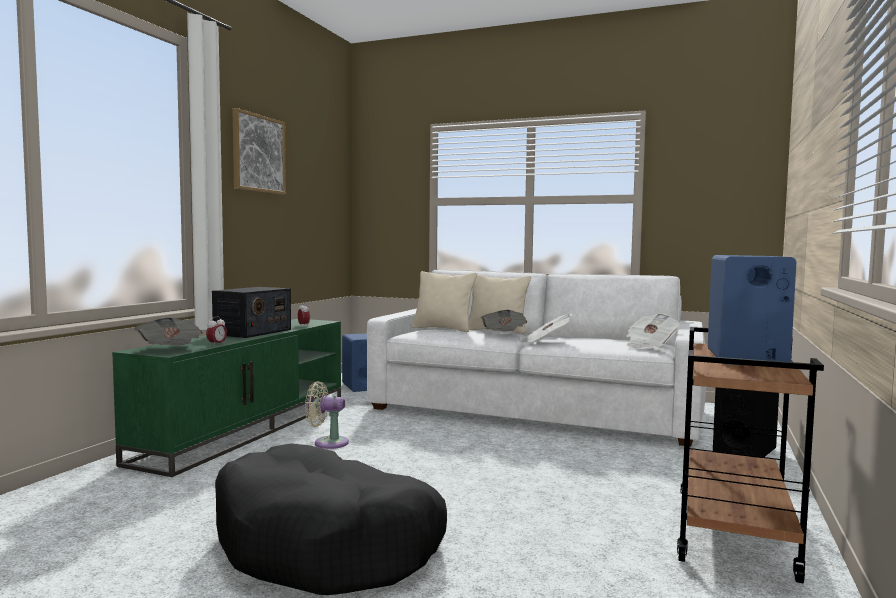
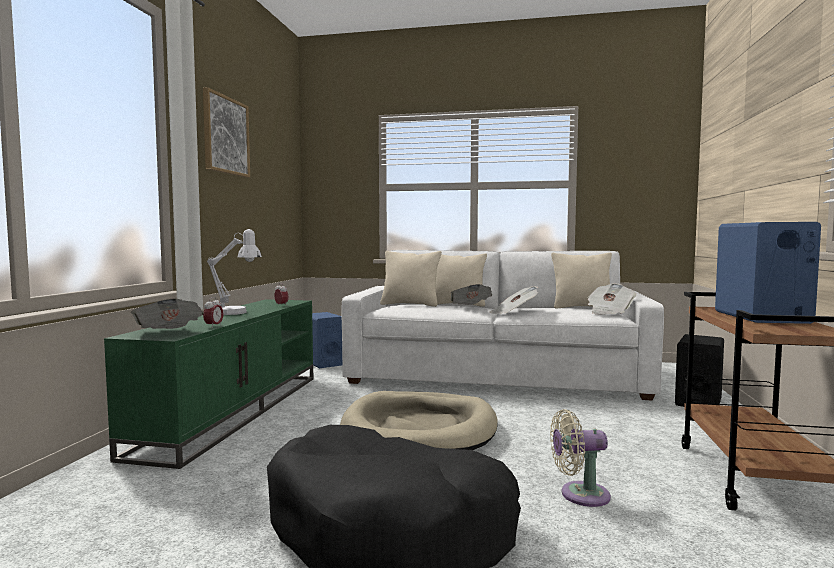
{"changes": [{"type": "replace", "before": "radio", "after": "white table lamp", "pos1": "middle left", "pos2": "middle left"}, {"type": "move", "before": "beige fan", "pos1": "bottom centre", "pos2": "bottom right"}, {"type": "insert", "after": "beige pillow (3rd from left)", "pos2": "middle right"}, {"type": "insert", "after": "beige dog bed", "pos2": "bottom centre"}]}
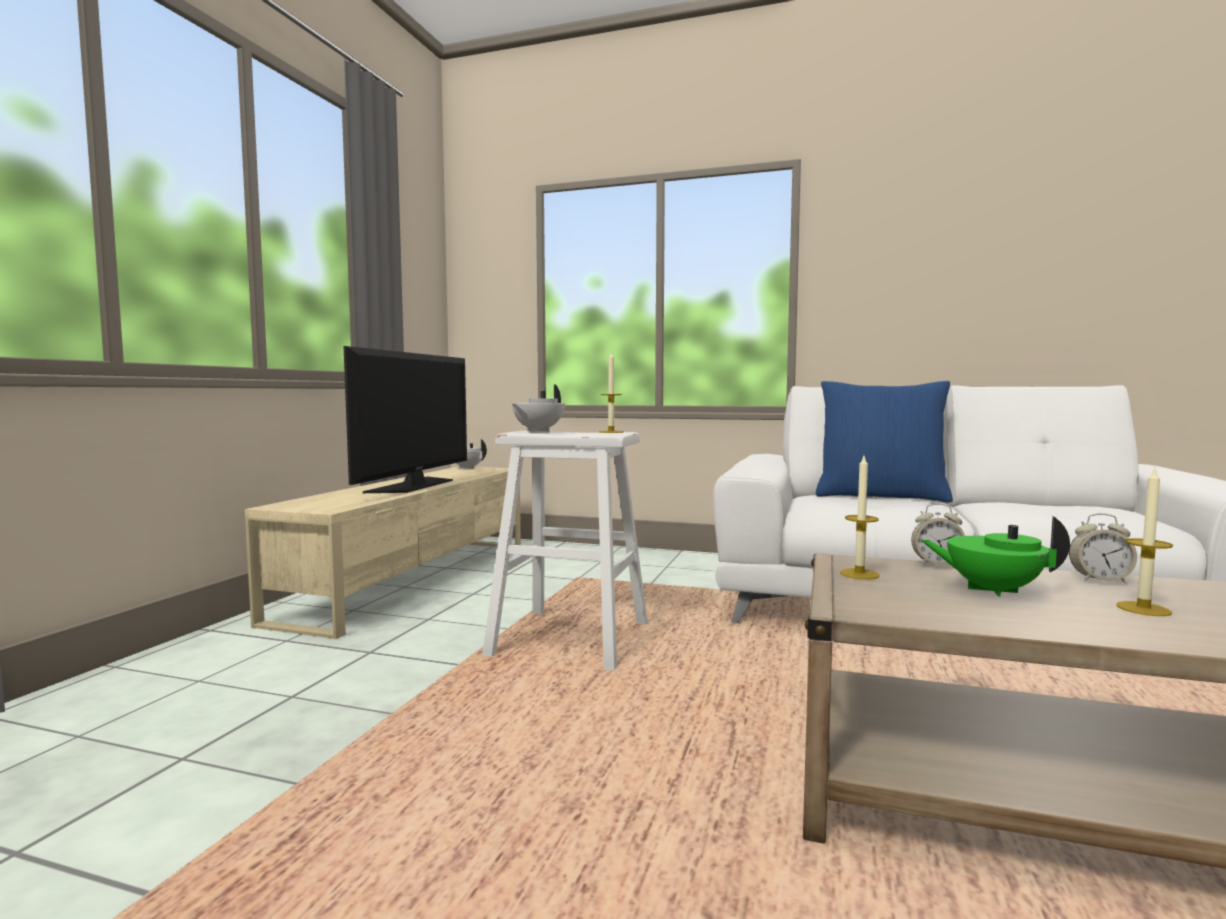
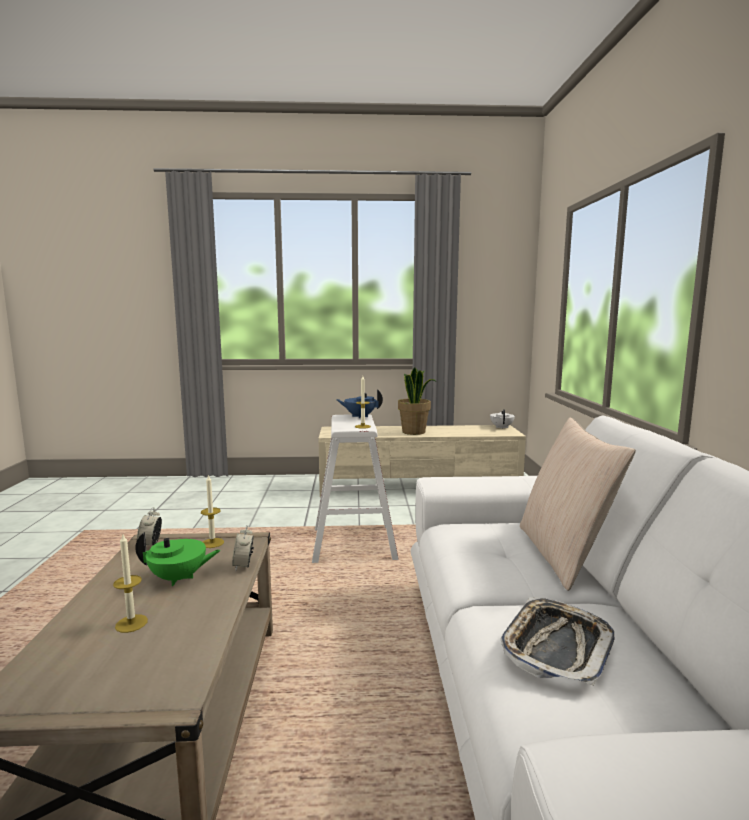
{"changes": [{"type": "replace", "before": "television", "after": "potted plant", "pos1": "middle left", "pos2": "centre"}, {"type": "recolor", "before": "blue pillow", "after": "beige pillow", "pos1": "middle right", "pos2": "middle right"}, {"type": "recolor", "before": "white teapot (2nd from left)", "after": "blue teapot", "pos1": "centre", "pos2": "centre"}, {"type": "move", "before": "alarm clock (2nd from left in the first image)", "after": "alarm clock (1st from left)", "pos1": "middle right", "pos2": "middle left"}, {"type": "rotate", "before": "green teapot", "pos1": "middle right", "pos2": "bottom left", "turn": 90}, {"type": "insert", "after": "tray", "pos2": "bottom right"}]}
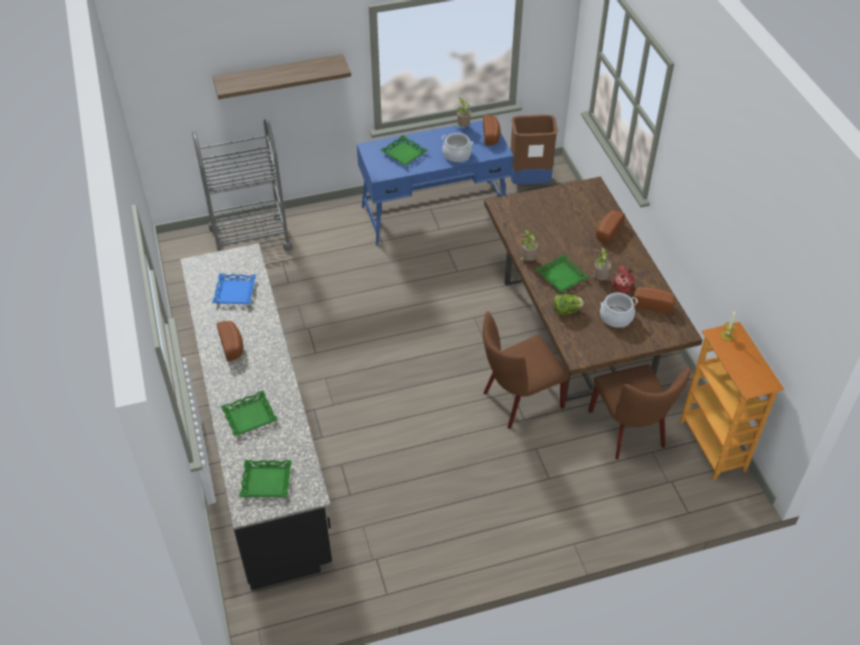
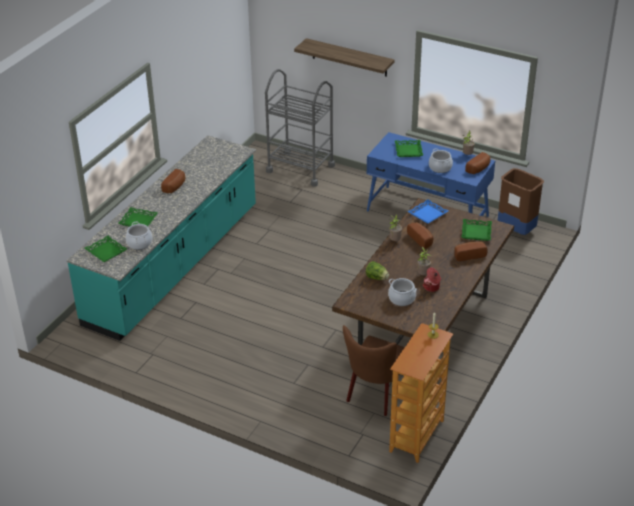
{"changes": [{"type": "recolor", "before": "black counter", "after": "turquoise counter", "pos1": "middle left", "pos2": "middle left"}, {"type": "move", "before": "green tray (4th from left)", "pos1": "centre", "pos2": "middle right"}, {"type": "move", "before": "blue tray", "pos1": "middle left", "pos2": "middle right"}, {"type": "move", "before": "bread (4th from left in the first image)", "after": "bread (2nd from left)", "pos1": "middle right", "pos2": "centre"}, {"type": "delete", "before": "brown chair (1st from left)", "pos1": "centre"}, {"type": "insert", "after": "cooking pot (1st from left)", "pos2": "middle left"}]}
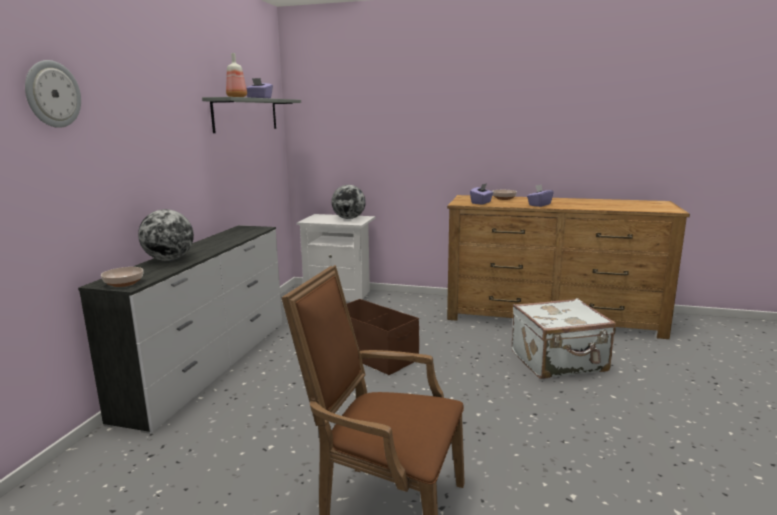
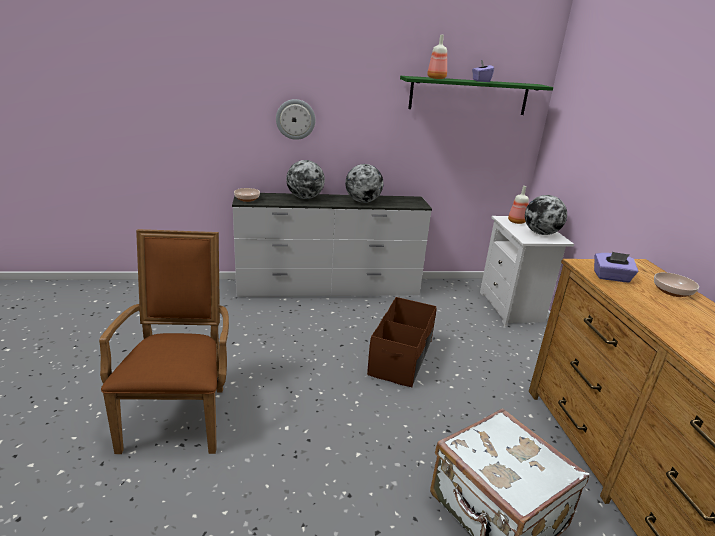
{"changes": [{"type": "move", "before": "wall clock", "pos1": "top left", "pos2": "top centre"}, {"type": "recolor", "before": "grey shelf", "after": "green shelf", "pos1": "top left", "pos2": "top centre"}, {"type": "delete", "before": "purple tissue box (3rd from left)", "pos1": "middle right"}, {"type": "insert", "after": "globe (2nd from left)", "pos2": "centre"}, {"type": "insert", "after": "bottle (2nd from left)", "pos2": "middle right"}]}
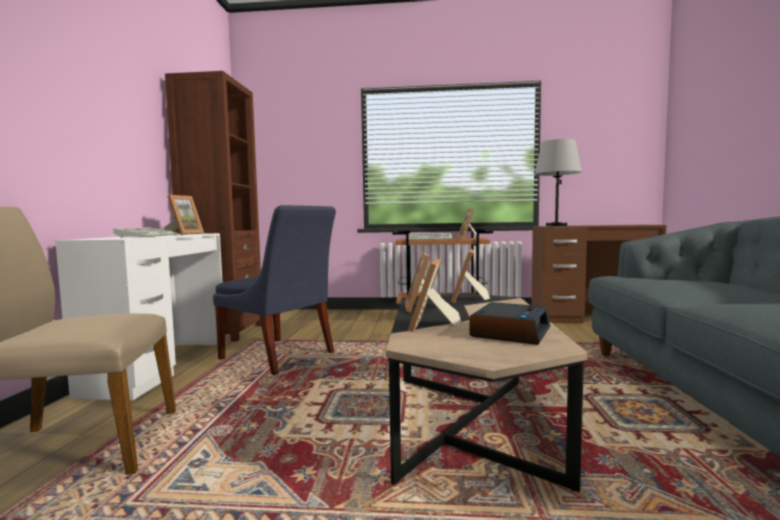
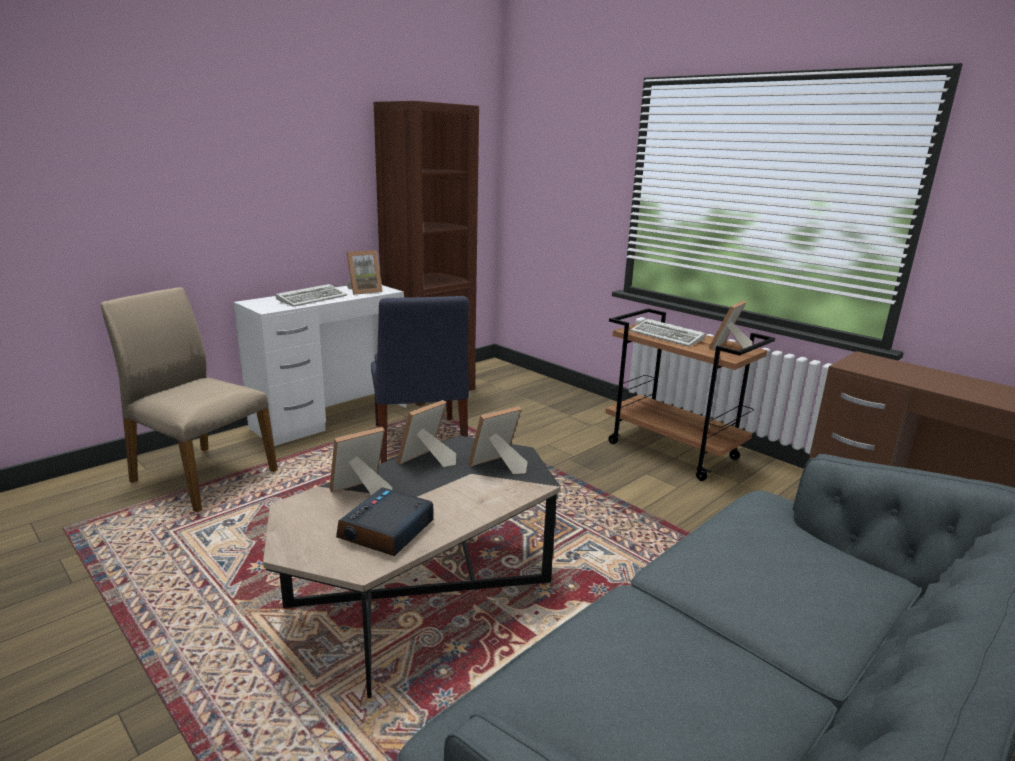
{"changes": [{"type": "delete", "before": "grey table lamp", "pos1": "middle right"}, {"type": "rotate", "before": "alarm clock", "pos1": "centre", "pos2": "bottom centre", "turn": 135}]}
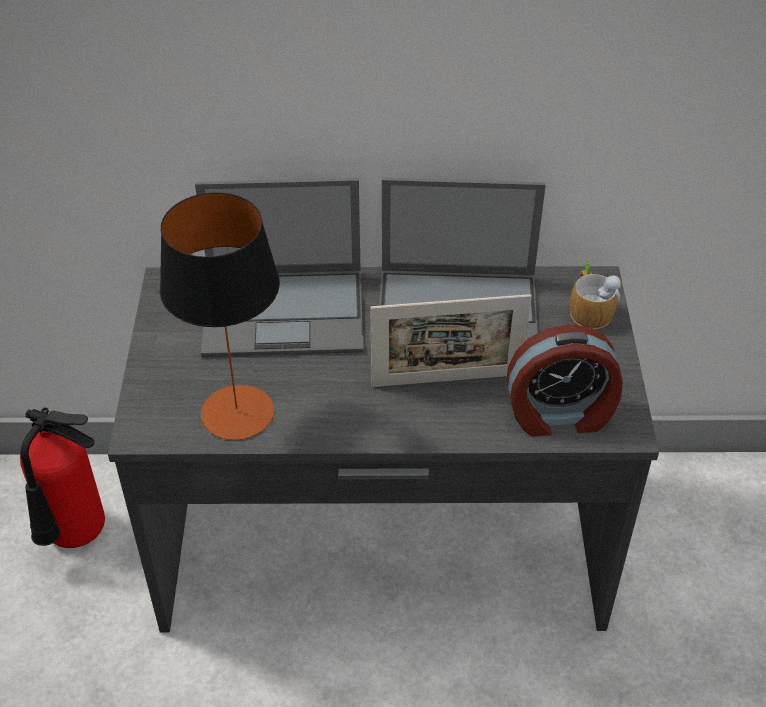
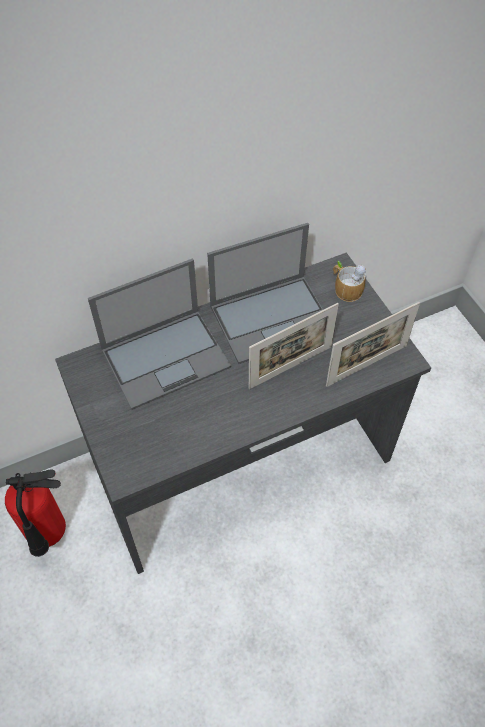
{"changes": [{"type": "delete", "before": "table lamp", "pos1": "middle left"}, {"type": "replace", "before": "alarm clock", "after": "picture frame (2nd from left)", "pos1": "middle right", "pos2": "middle right"}]}
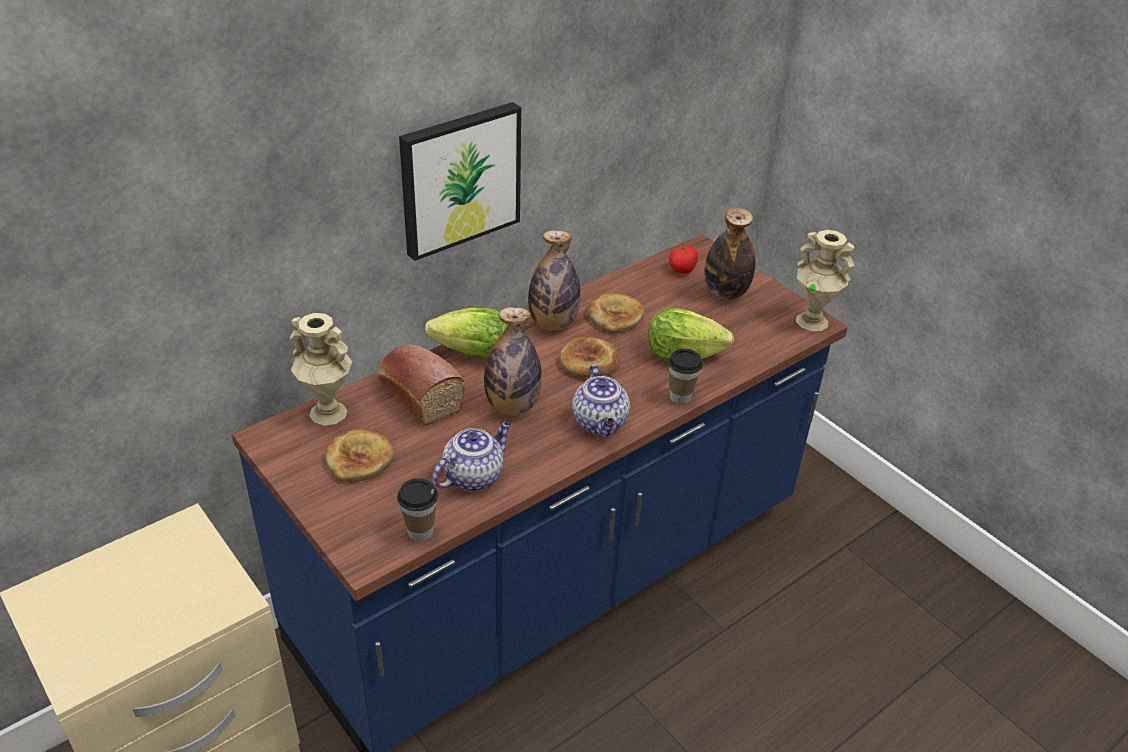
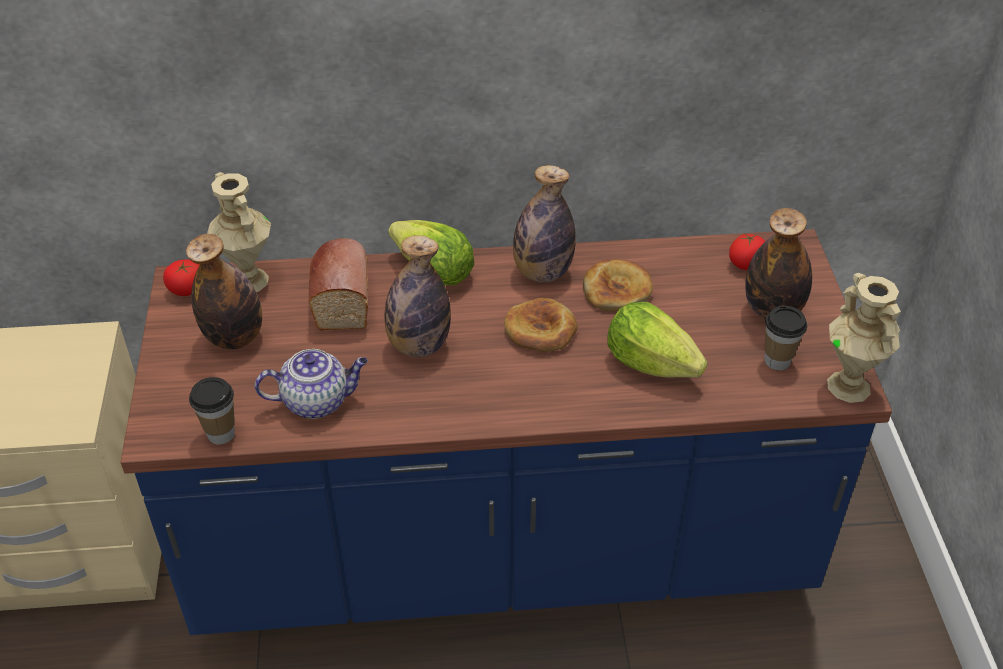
{"changes": [{"type": "delete", "before": "picture", "pos1": "top centre"}, {"type": "move", "before": "cup (2nd from left)", "pos1": "centre", "pos2": "middle right"}, {"type": "delete", "before": "teapot (2nd from left)", "pos1": "centre"}, {"type": "replace", "before": "bread (1st from left)", "after": "bottle (1st from left)", "pos1": "middle left", "pos2": "middle left"}, {"type": "insert", "after": "tomato (1st from left)", "pos2": "middle left"}]}
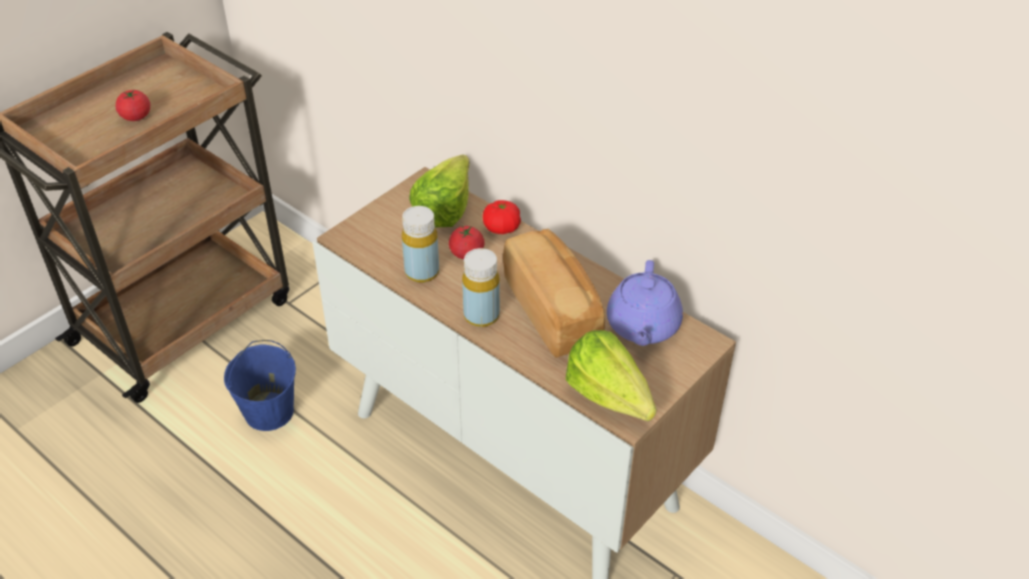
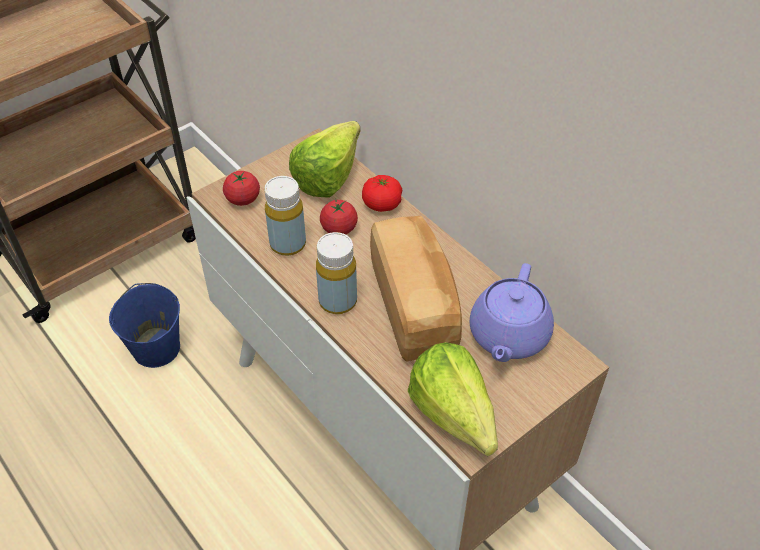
{"changes": [{"type": "move", "before": "tomato (1st from left)", "pos1": "top left", "pos2": "middle left"}]}
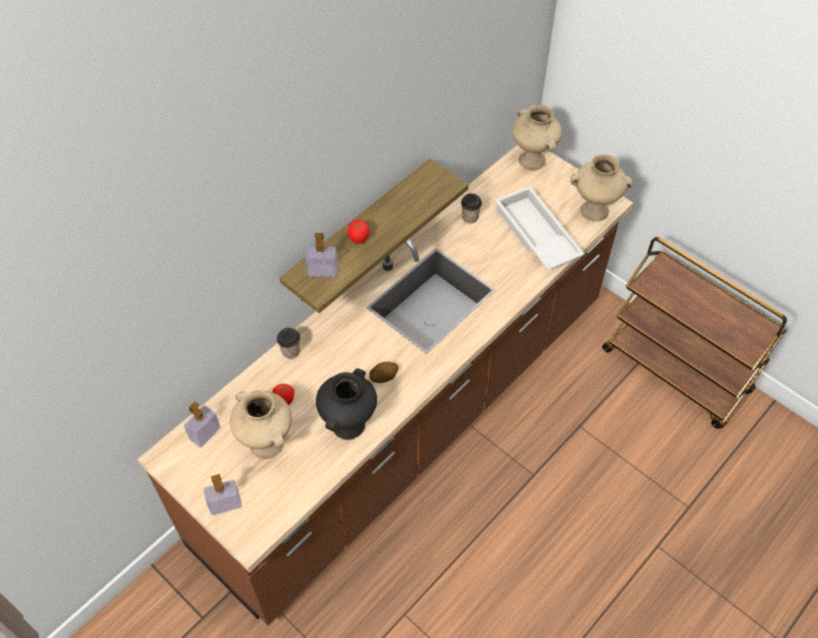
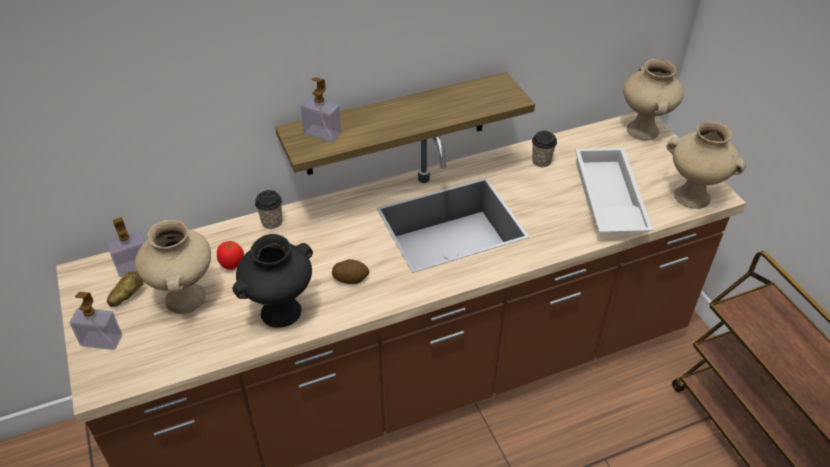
{"changes": [{"type": "delete", "before": "tomato (2nd from left)", "pos1": "centre"}, {"type": "insert", "after": "potato (1st from left)", "pos2": "middle left"}]}
